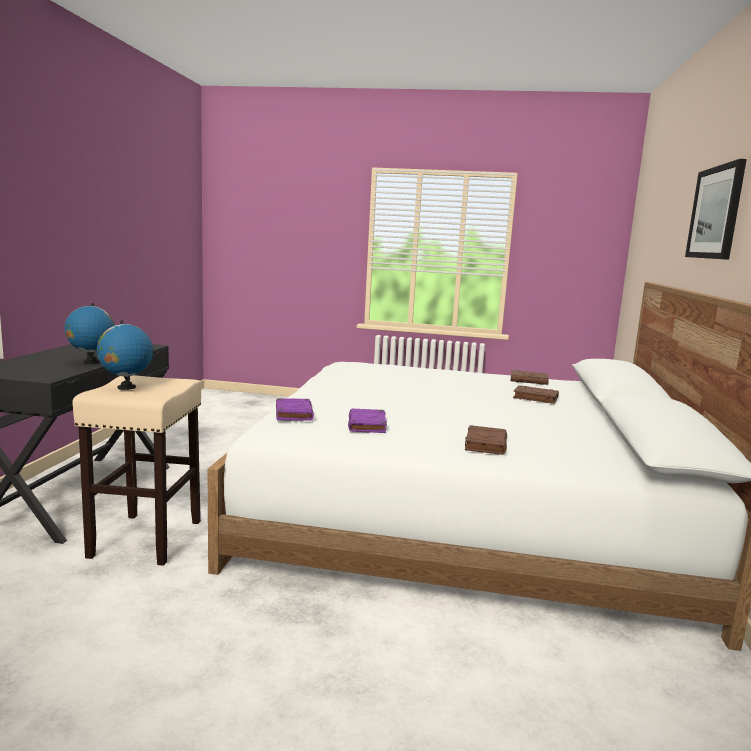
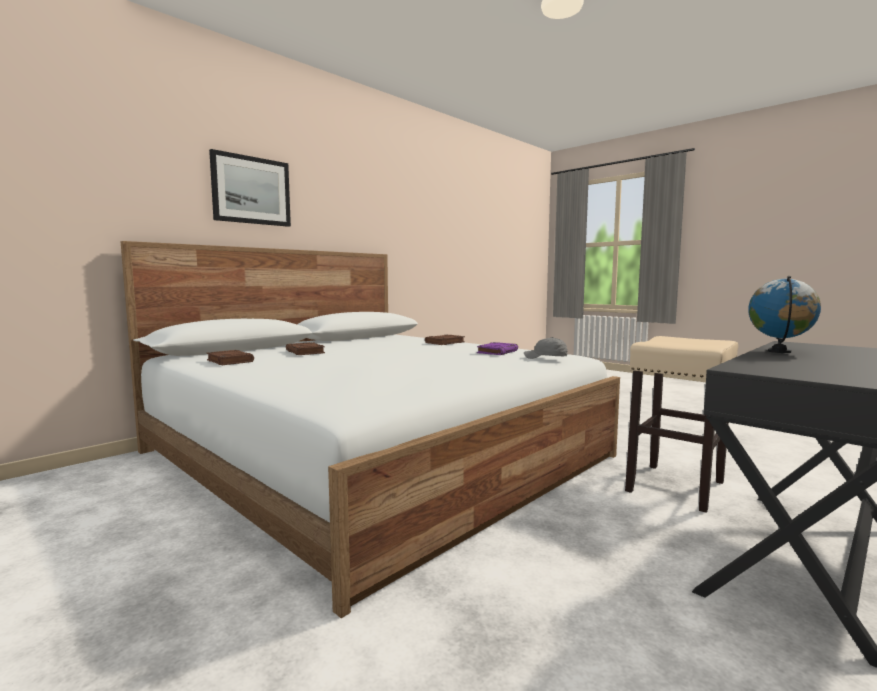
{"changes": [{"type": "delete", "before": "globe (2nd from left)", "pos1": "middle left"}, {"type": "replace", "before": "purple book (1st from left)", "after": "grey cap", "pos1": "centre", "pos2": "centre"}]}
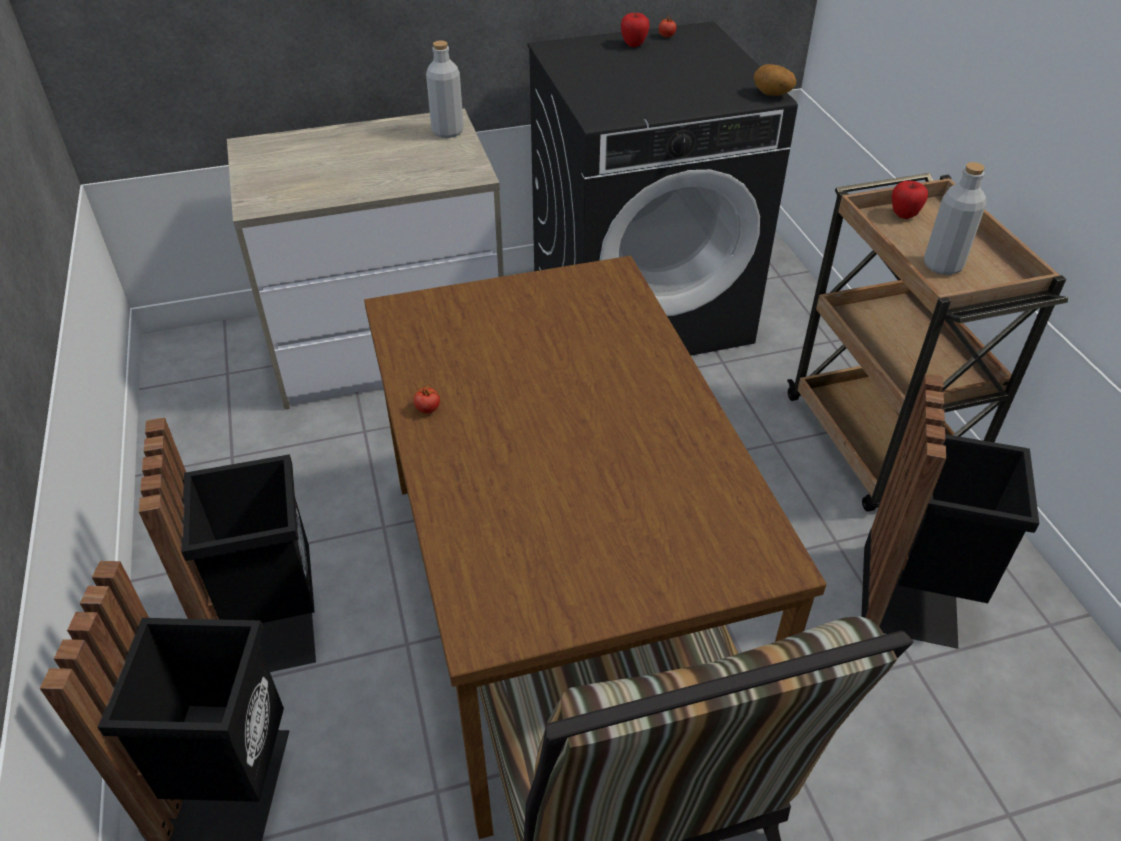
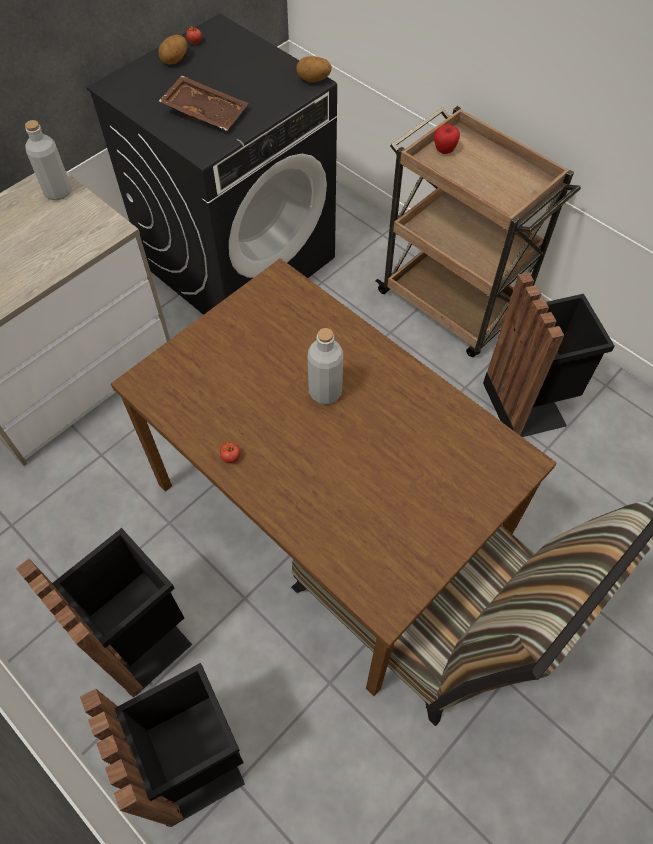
{"changes": [{"type": "replace", "before": "apple (1st from left)", "after": "potato (1st from left)", "pos1": "top centre", "pos2": "top left"}, {"type": "move", "before": "grey bottle (2nd from left)", "pos1": "top right", "pos2": "centre"}, {"type": "insert", "after": "brown tray", "pos2": "top left"}]}
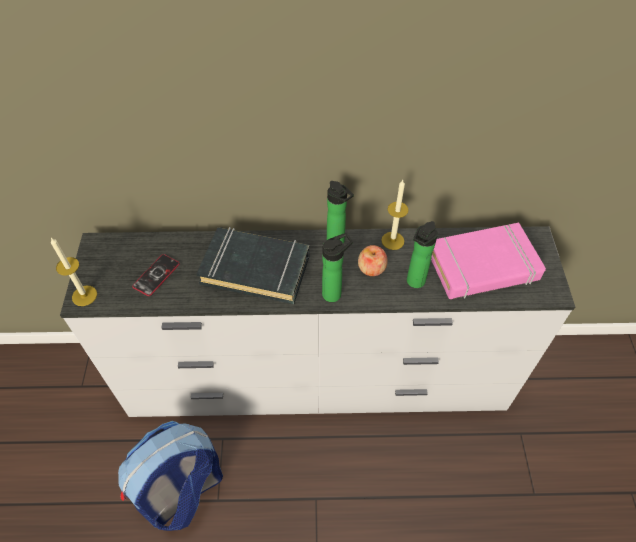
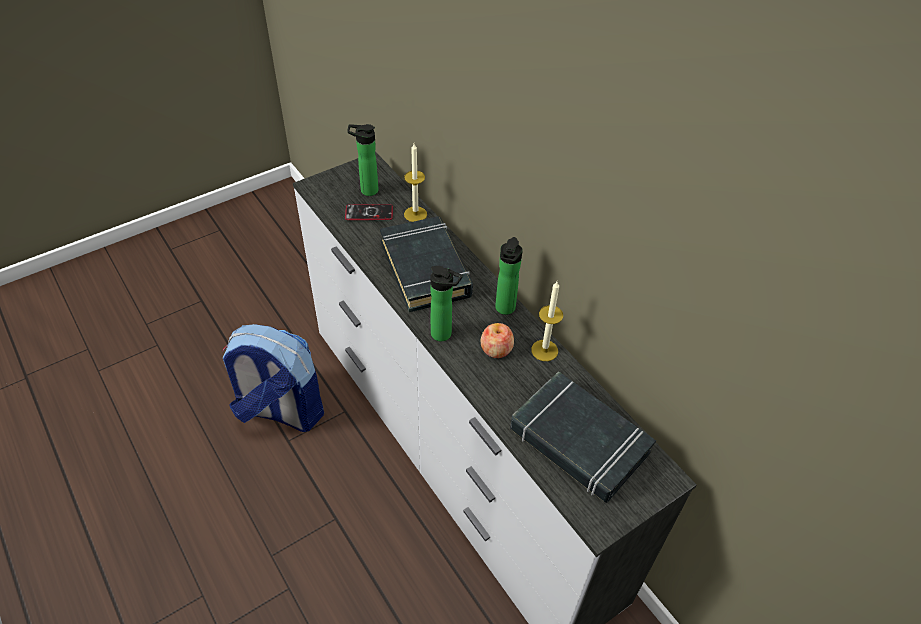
{"changes": [{"type": "move", "before": "bottle (3rd from left in the first image)", "after": "bottle (1st from left)", "pos1": "centre", "pos2": "top centre"}, {"type": "recolor", "before": "pink book", "after": "black book (2nd from left)", "pos1": "middle right", "pos2": "bottom centre"}, {"type": "move", "before": "candle (1st from left)", "pos1": "middle left", "pos2": "top centre"}]}
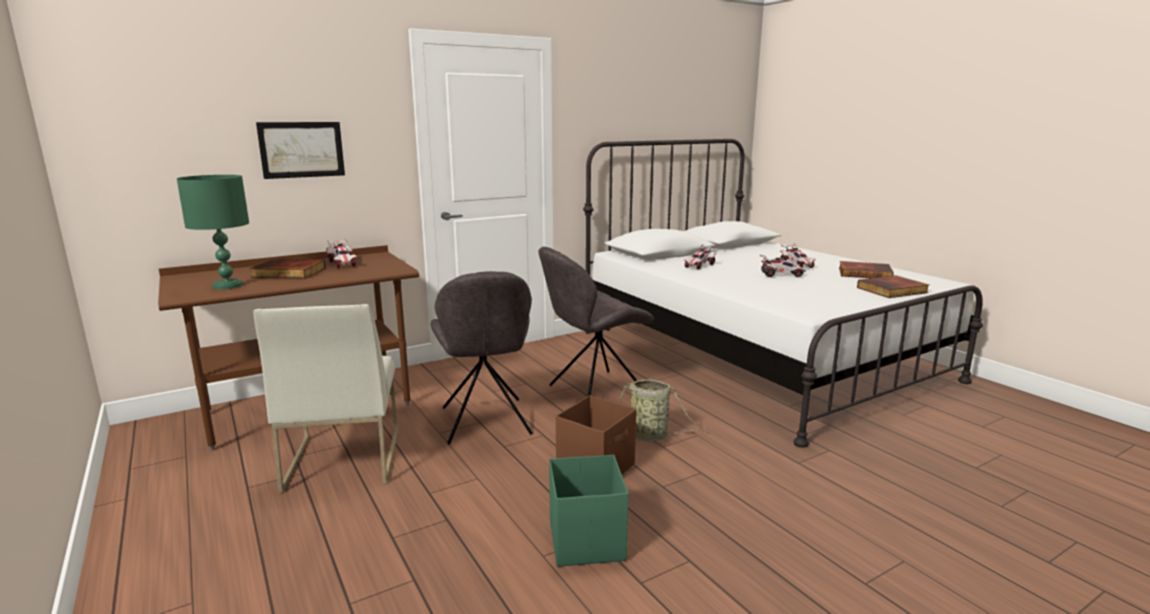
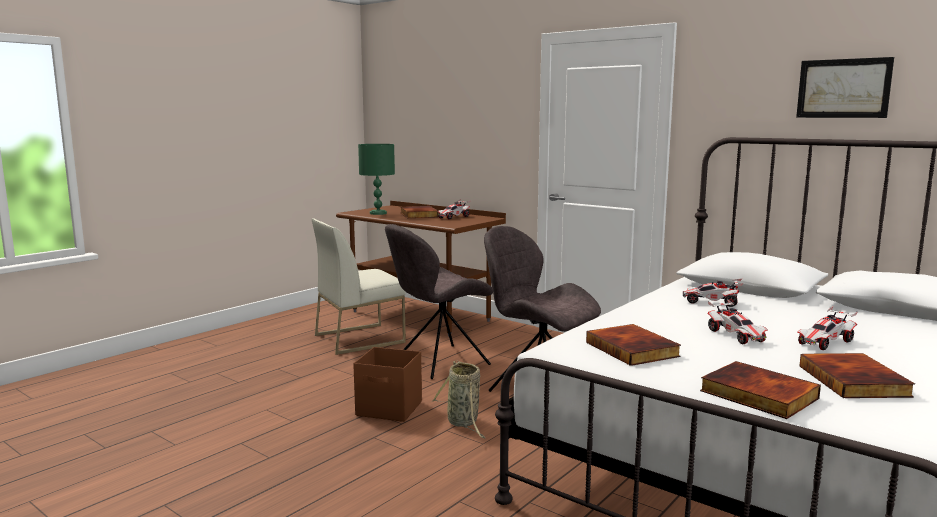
{"changes": [{"type": "move", "before": "picture", "pos1": "top left", "pos2": "top right"}, {"type": "delete", "before": "green storage box", "pos1": "bottom centre"}, {"type": "insert", "after": "book (2nd from left)", "pos2": "bottom right"}]}
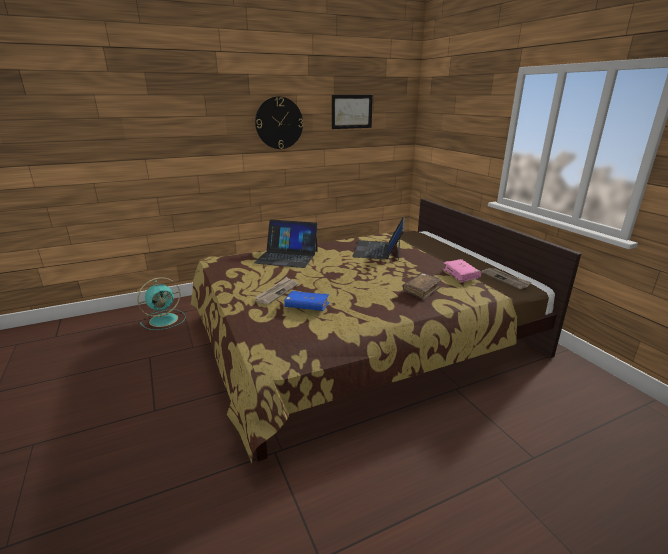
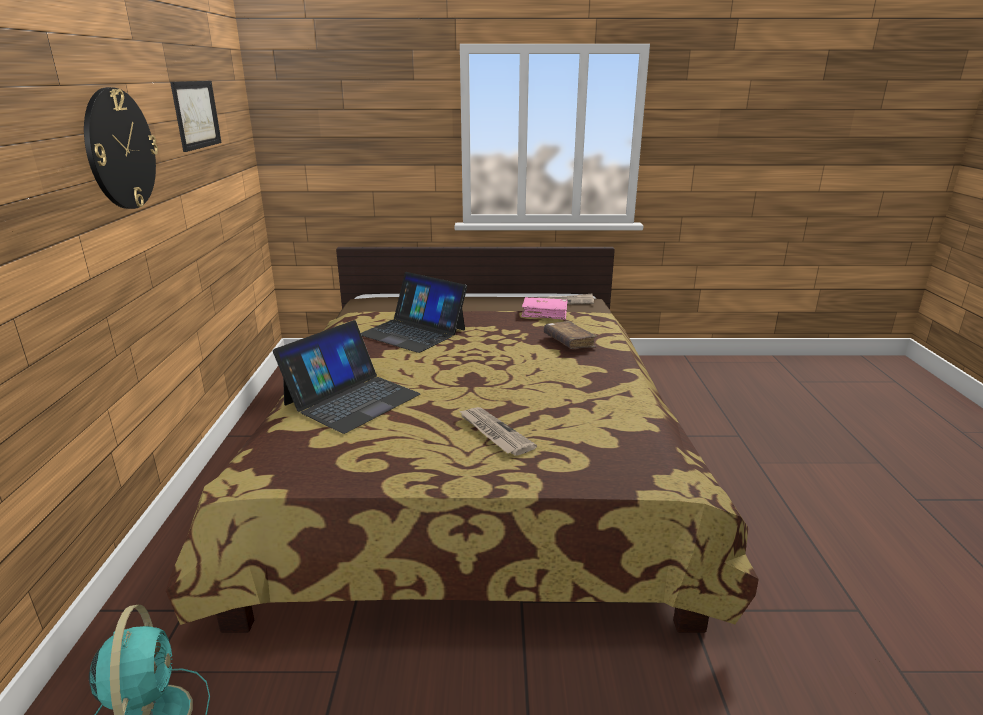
{"changes": [{"type": "delete", "before": "blue book", "pos1": "centre"}]}
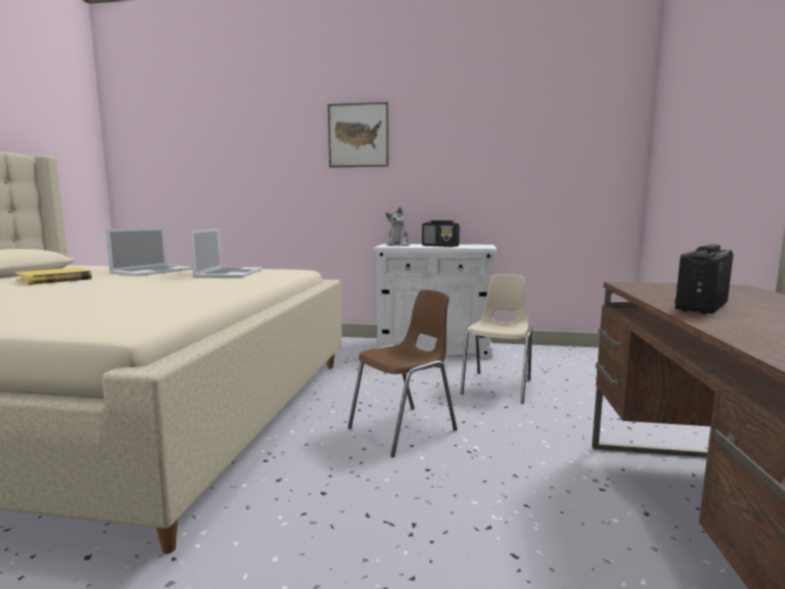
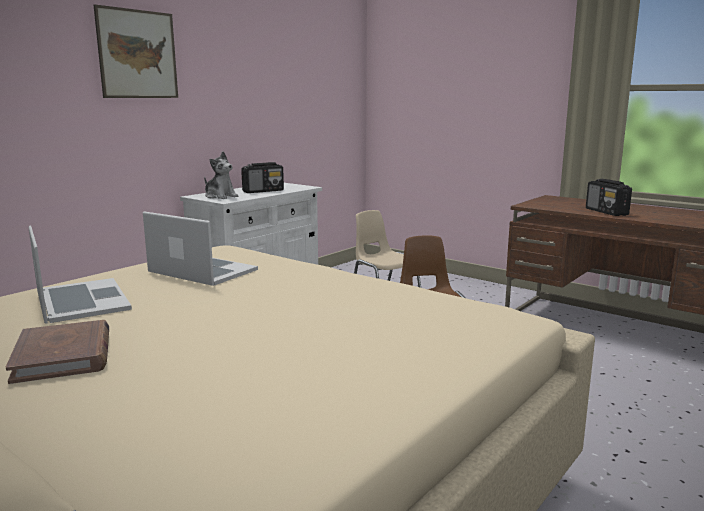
{"changes": [{"type": "recolor", "before": "yellow book", "after": "brown book", "pos1": "middle left", "pos2": "bottom left"}]}
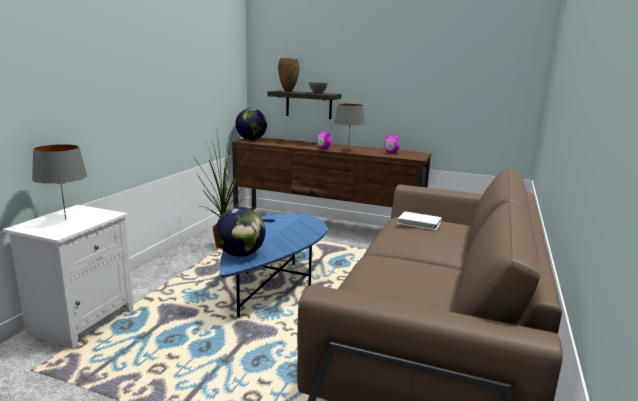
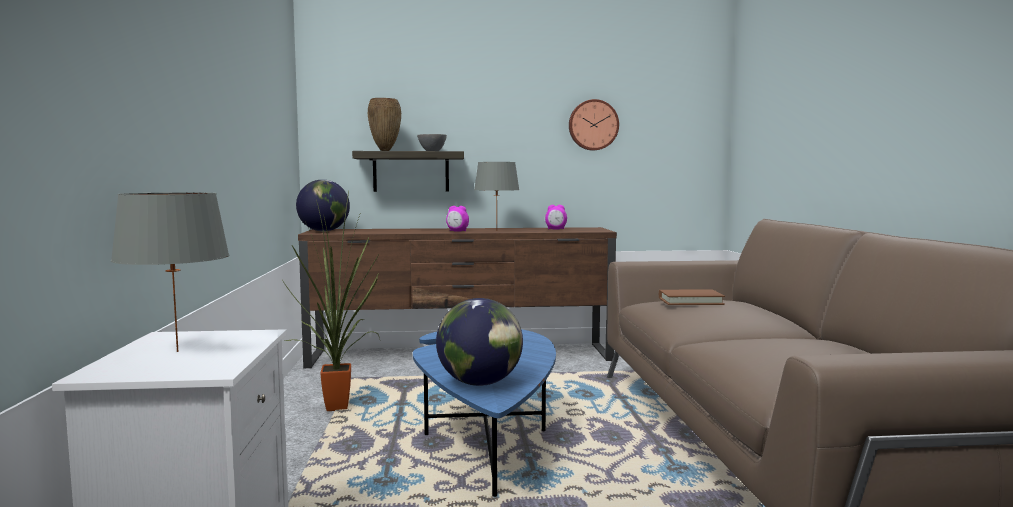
{"changes": [{"type": "recolor", "before": "white book", "after": "brown book", "pos1": "centre", "pos2": "middle right"}, {"type": "insert", "after": "wall clock", "pos2": "top centre"}]}
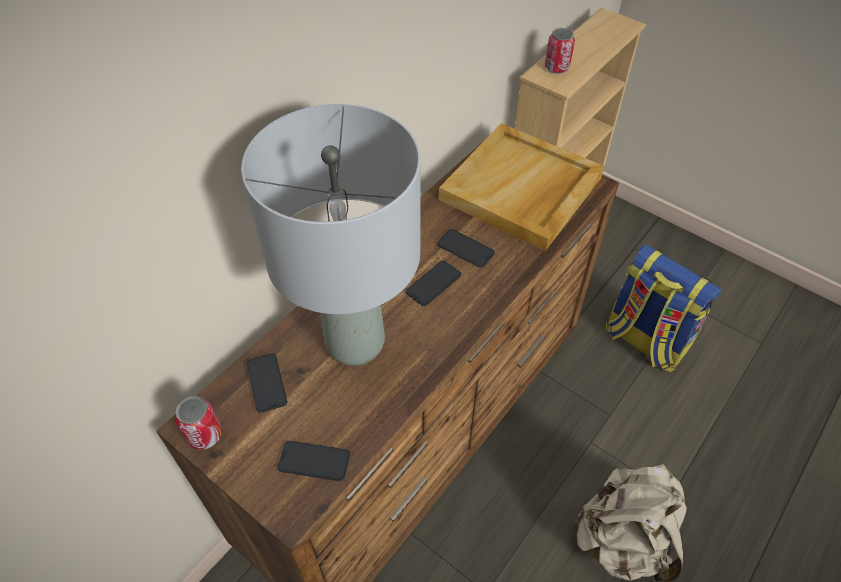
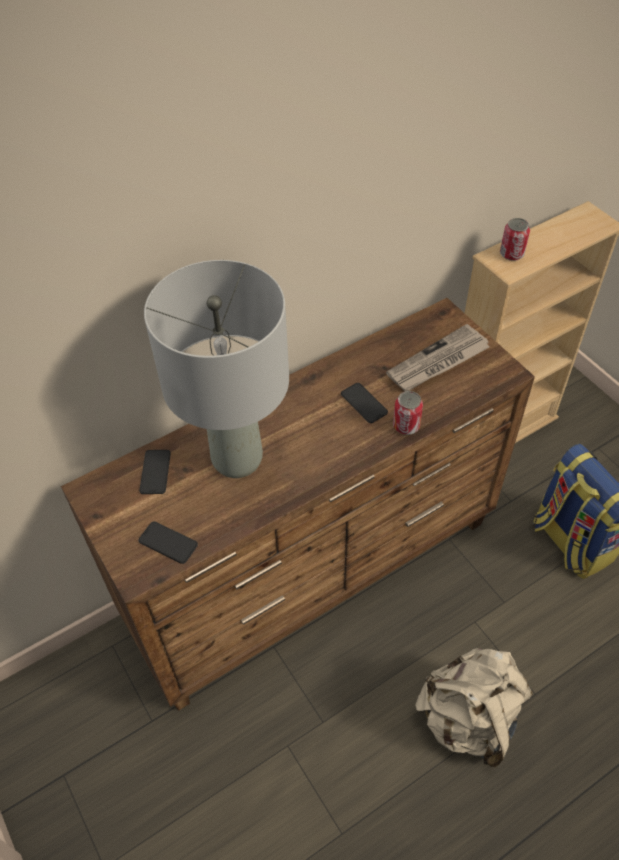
{"changes": [{"type": "replace", "before": "beige tray", "after": "newspaper", "pos1": "top centre", "pos2": "middle right"}, {"type": "delete", "before": "phone (3rd from left)", "pos1": "centre"}, {"type": "move", "before": "can (1st from left)", "pos1": "bottom left", "pos2": "centre"}]}
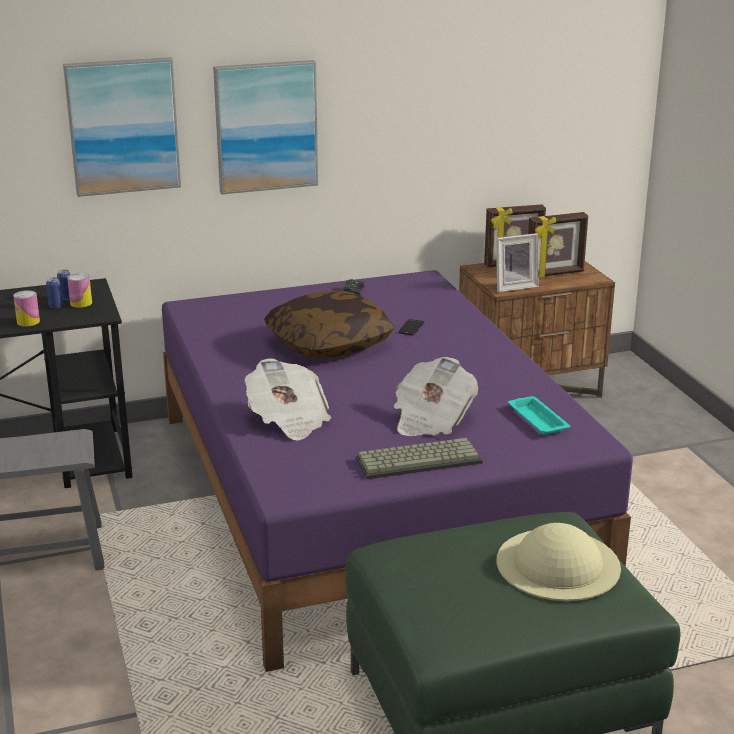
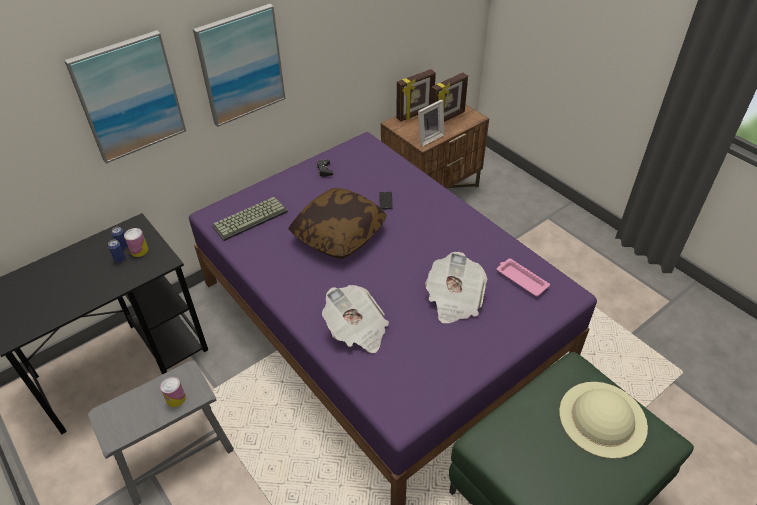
{"changes": [{"type": "move", "before": "can (1st from left in the first image)", "after": "can (4th from left)", "pos1": "middle left", "pos2": "bottom left"}, {"type": "recolor", "before": "turquoise tray", "after": "pink tray", "pos1": "middle right", "pos2": "middle right"}, {"type": "move", "before": "keyboard", "pos1": "centre", "pos2": "middle left"}]}
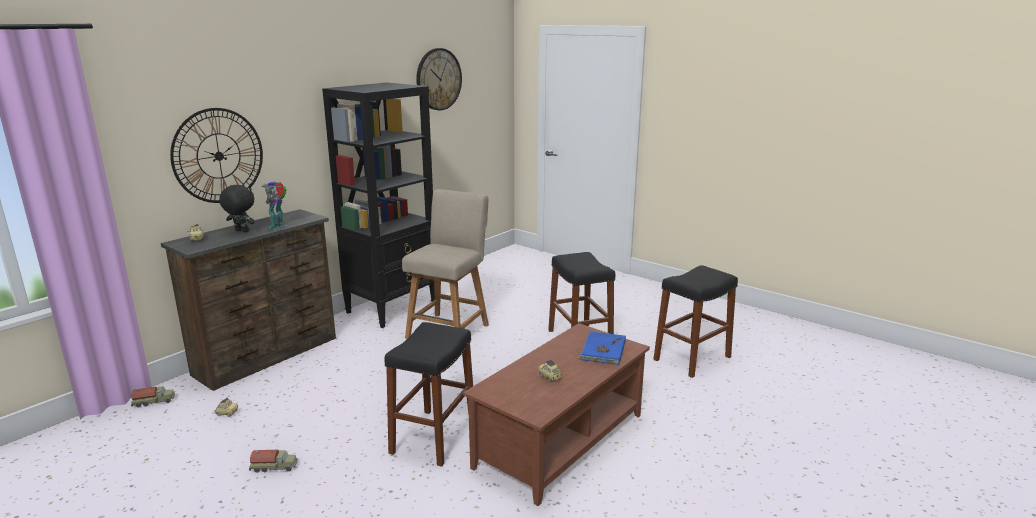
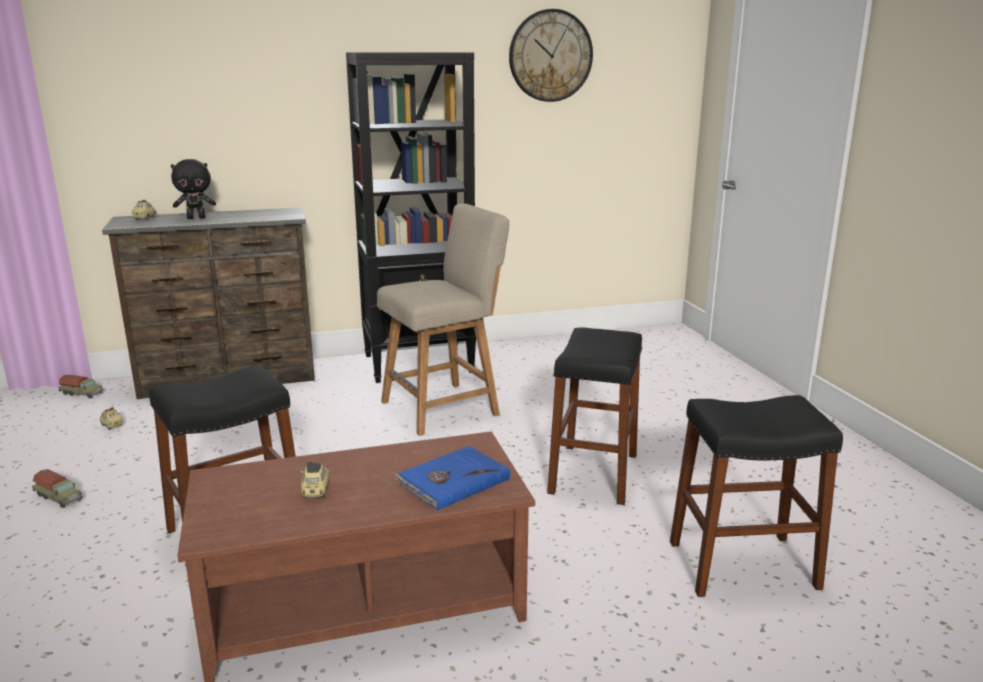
{"changes": [{"type": "delete", "before": "wall clock (1st from left)", "pos1": "top left"}, {"type": "delete", "before": "toy robot", "pos1": "middle left"}, {"type": "rotate", "before": "black plush toy", "pos1": "middle left", "pos2": "top left", "turn": 105}]}
